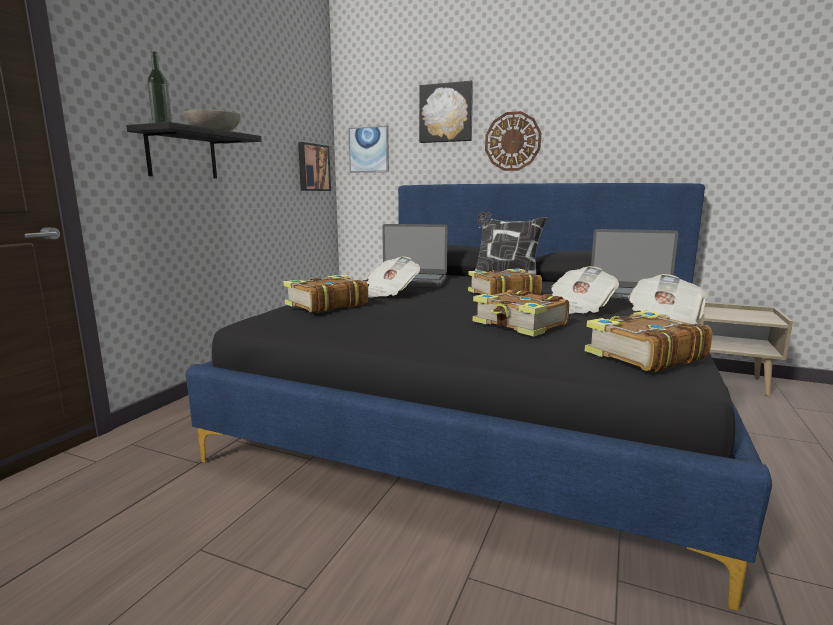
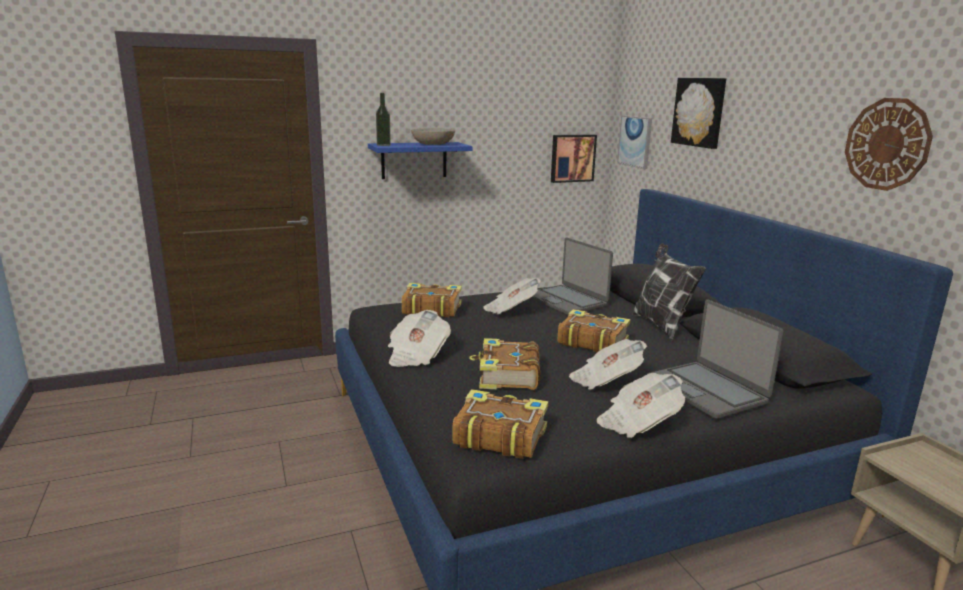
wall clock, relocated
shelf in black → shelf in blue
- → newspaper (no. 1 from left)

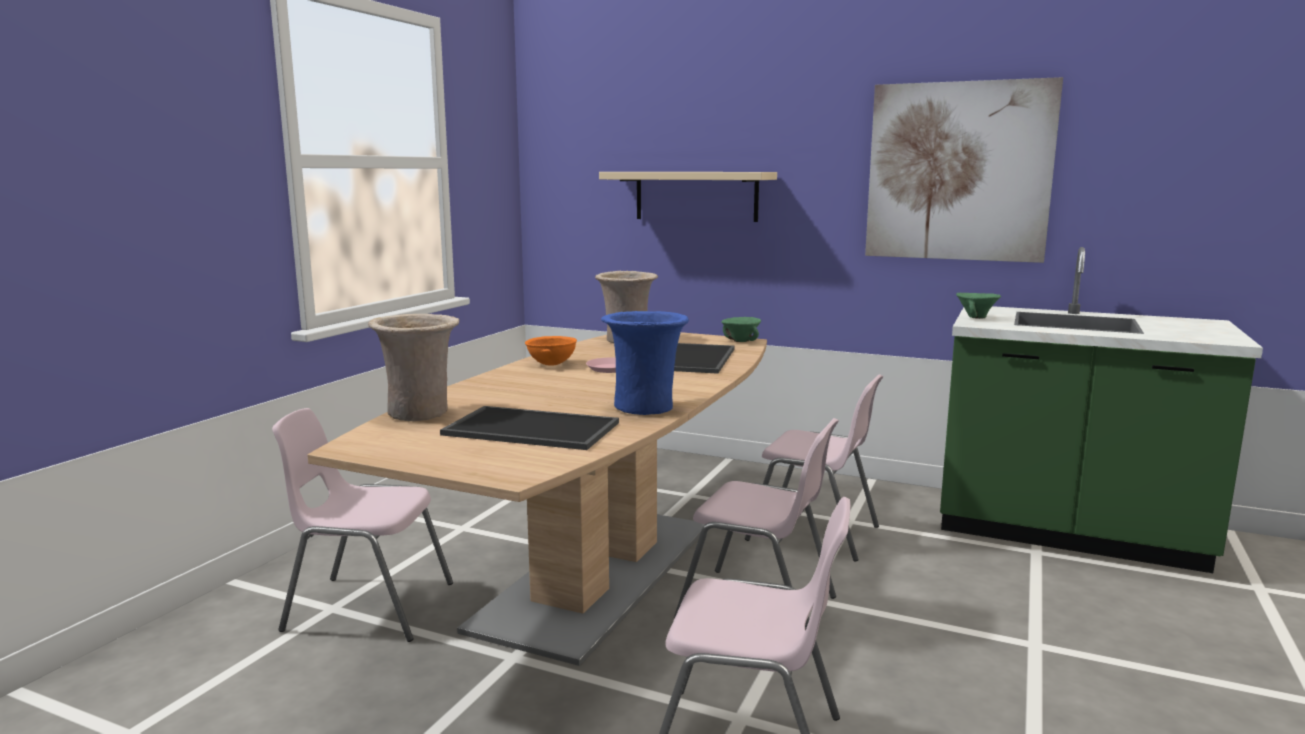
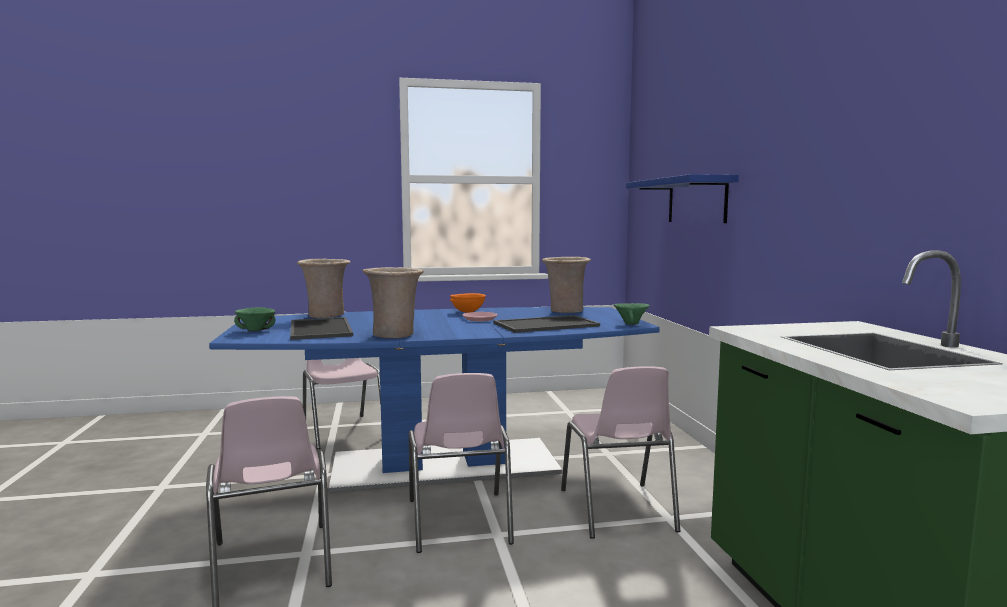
picture → -
shelf in beige → shelf in blue
bowl in green (no. 2 from left in the first image) → bowl in green (no. 1 from left), relocated
vase in blue → vase in beige (no. 2 from left)
dining table in brown → dining table in blue

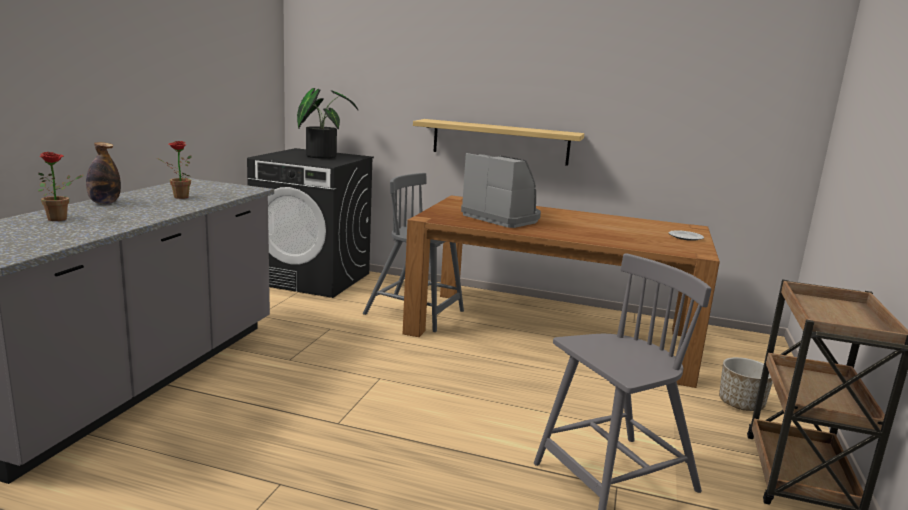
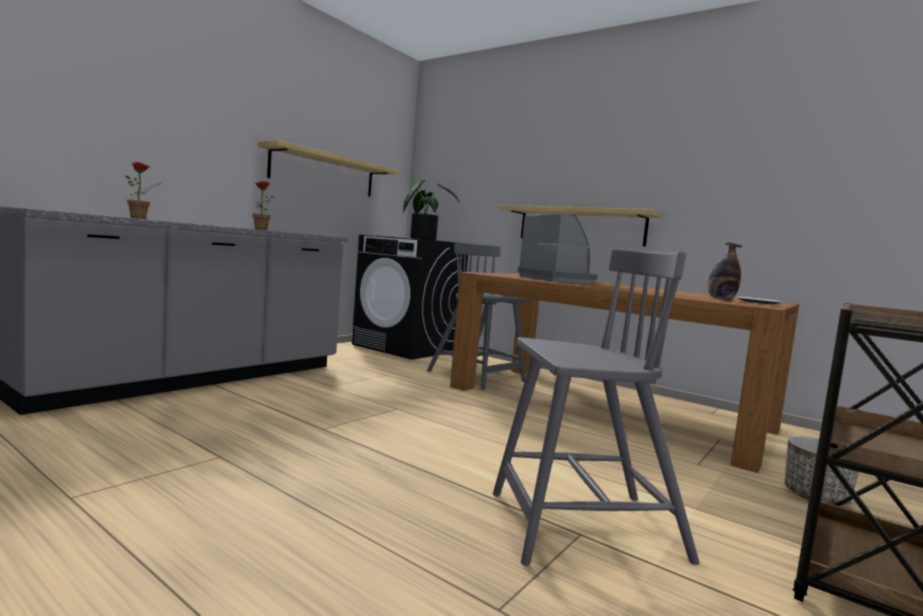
bottle, relocated
- → shelf (no. 1 from left)

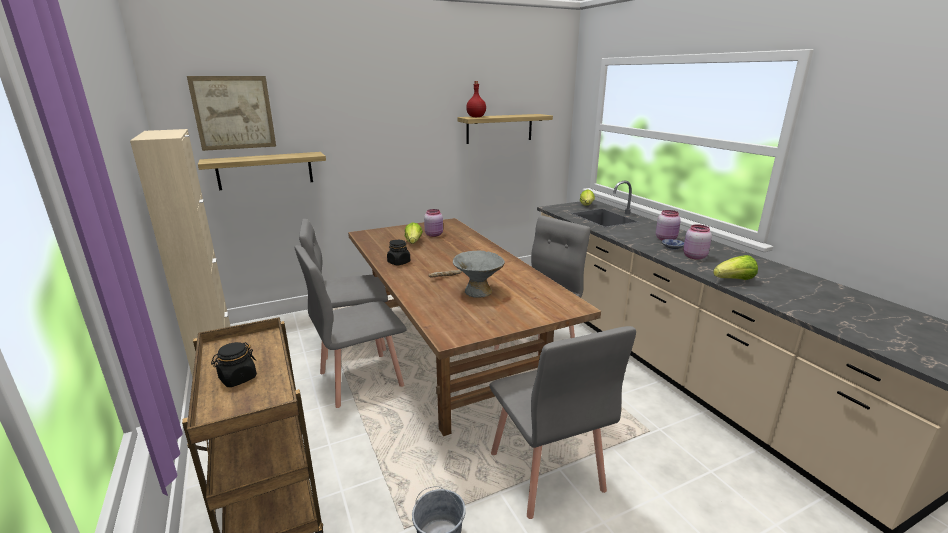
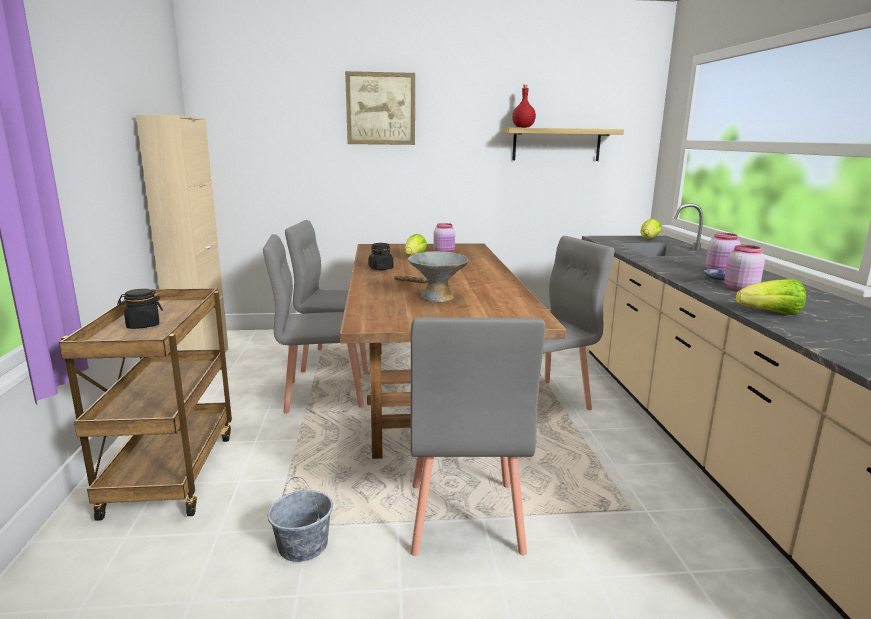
picture, relocated
shelf (no. 1 from left) → -

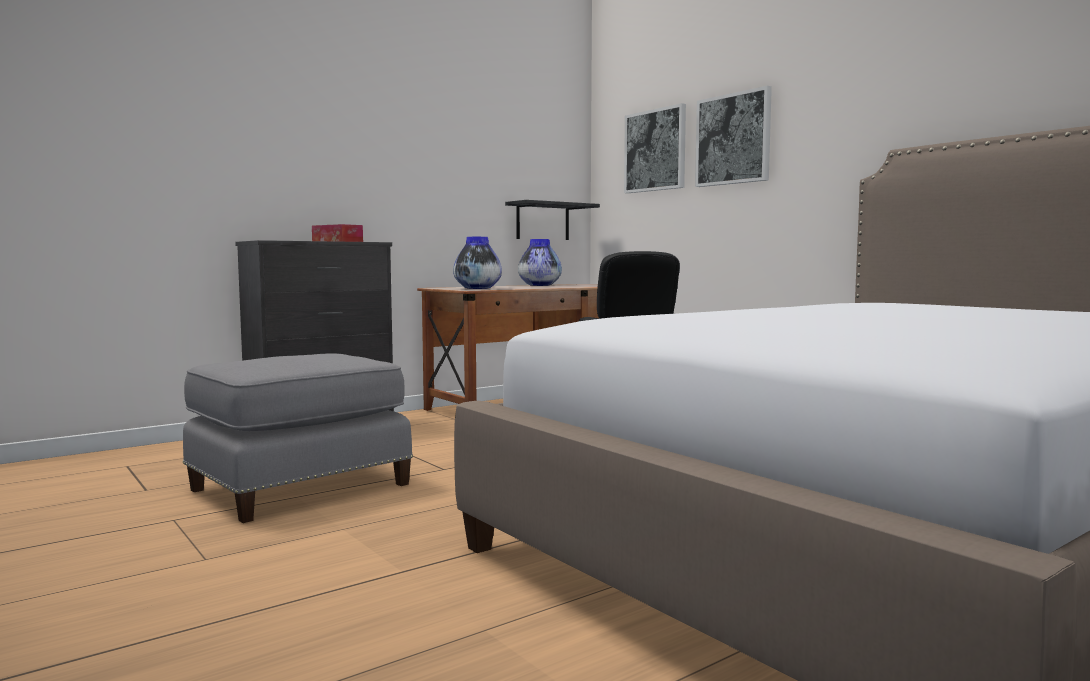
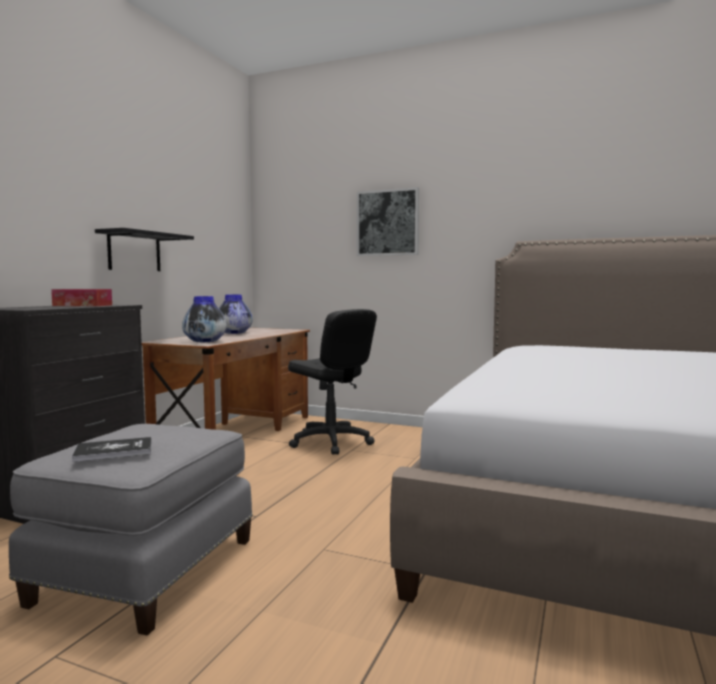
picture (no. 1 from left) → -
shelf in black, relocated
- → book

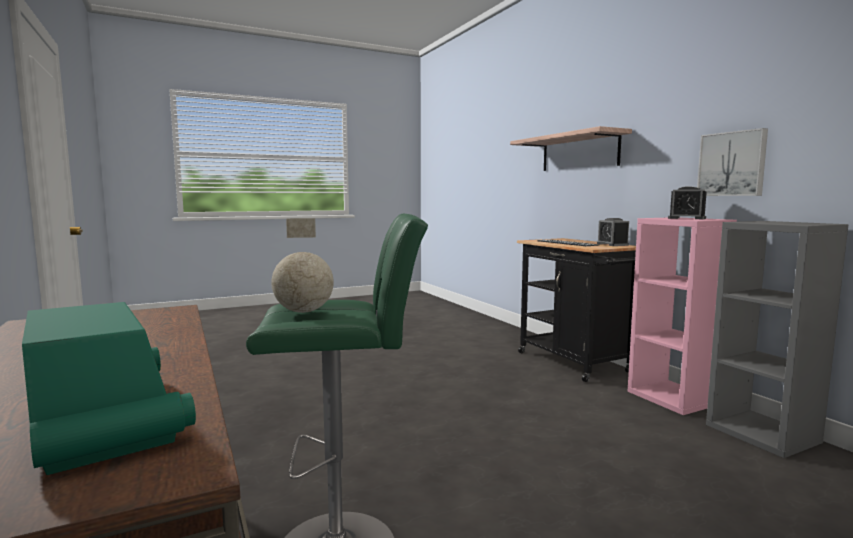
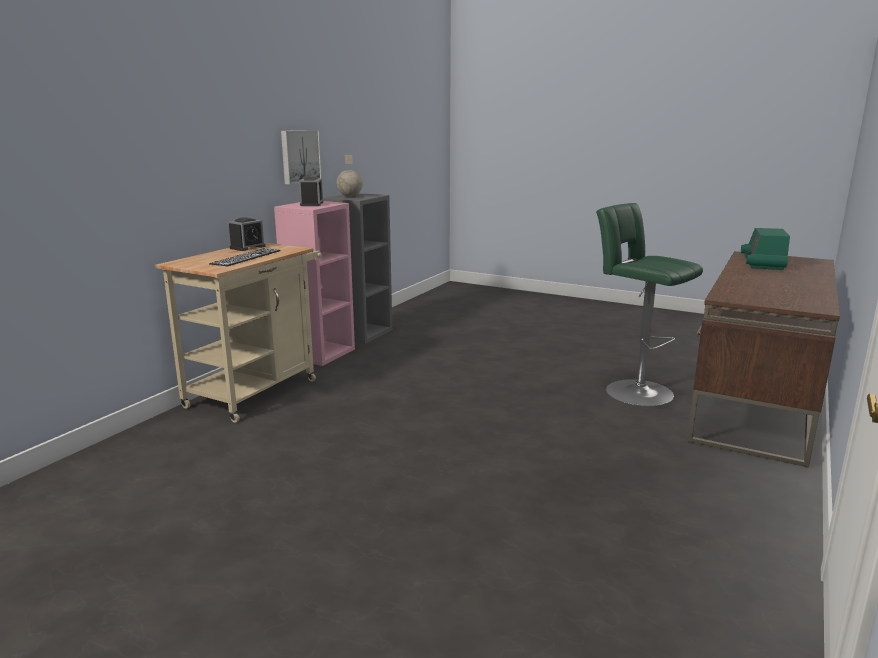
shelf → -
globe, relocated
cart in black → cart in beige

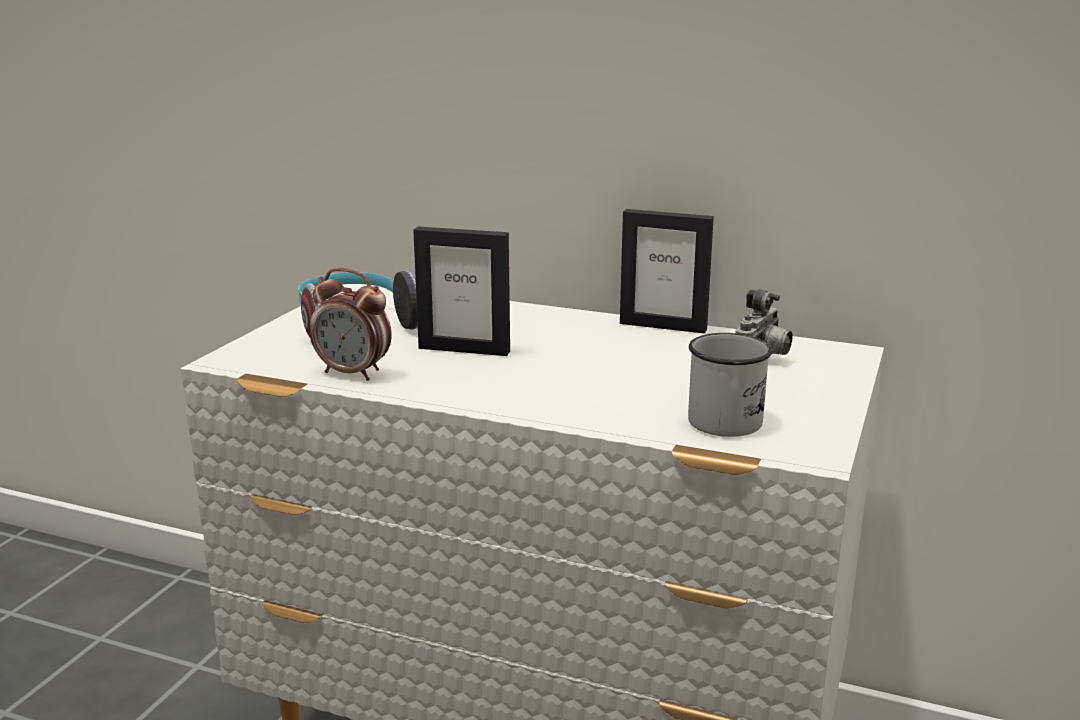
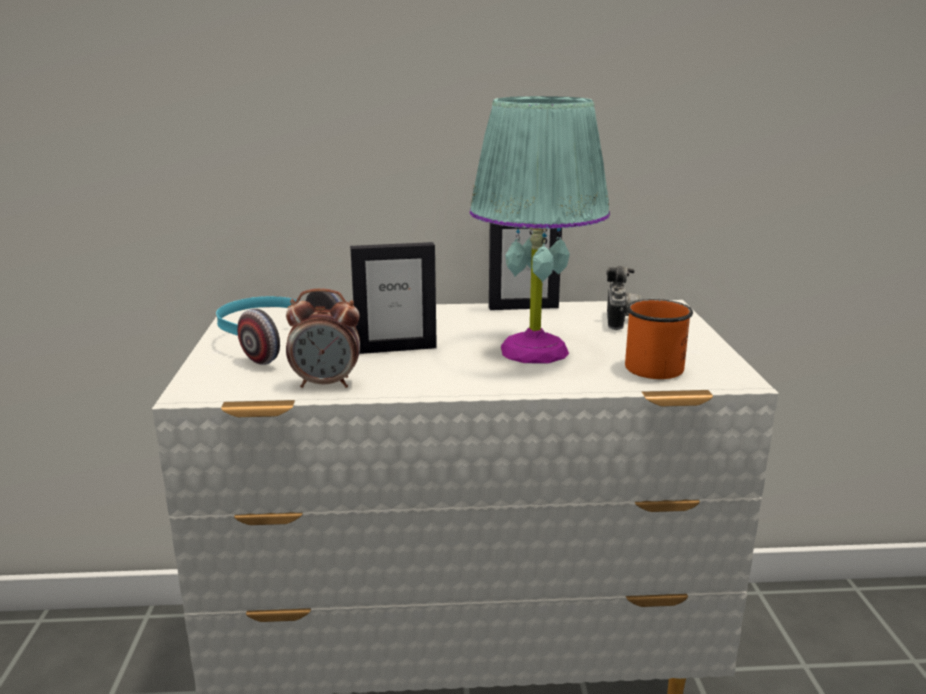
mug in white → mug in orange
- → table lamp in turquoise

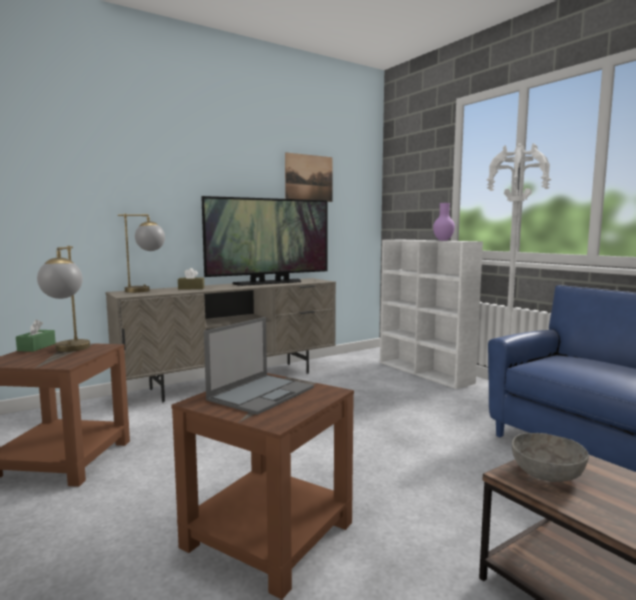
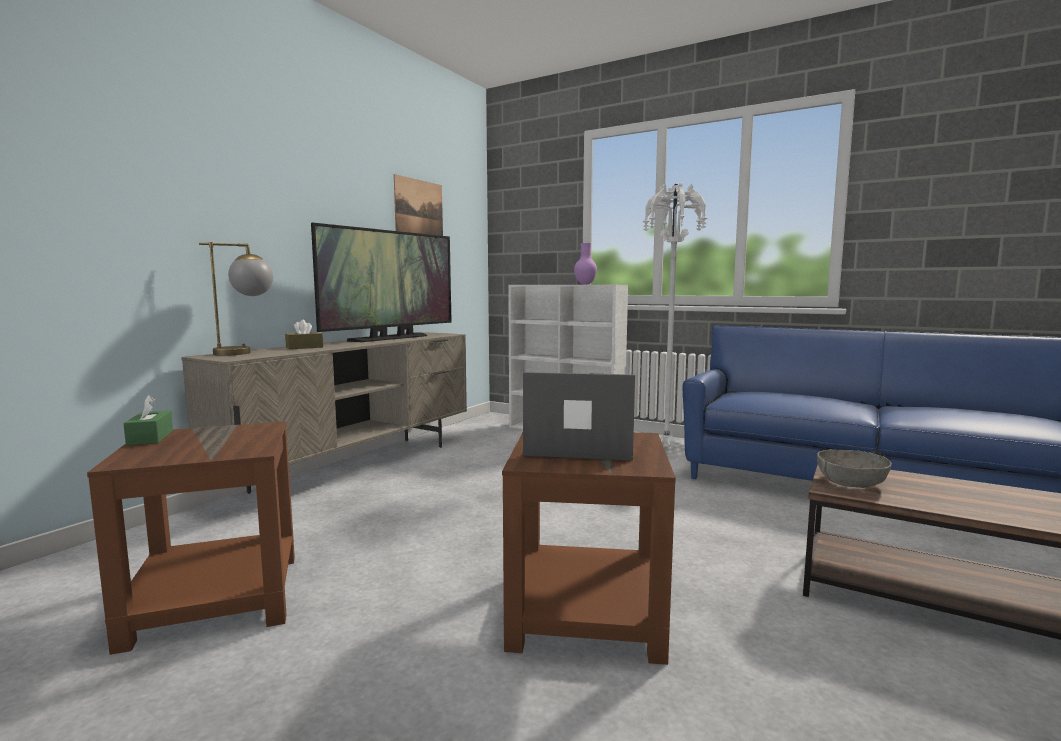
table lamp (no. 1 from left) → -
laptop, 90 degrees counterclockwise

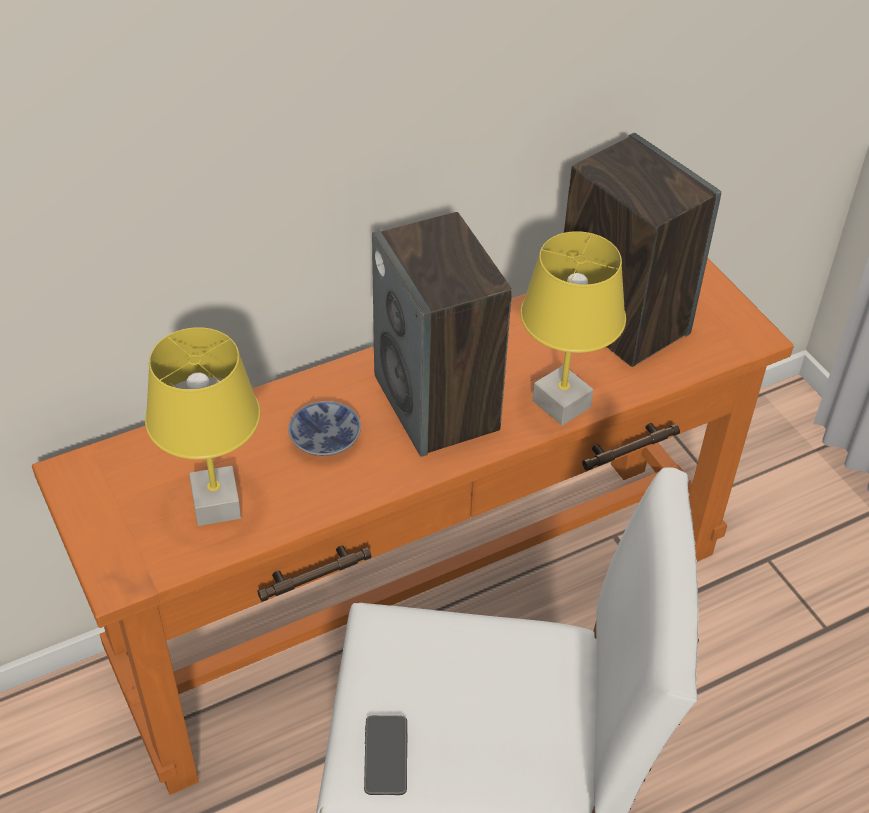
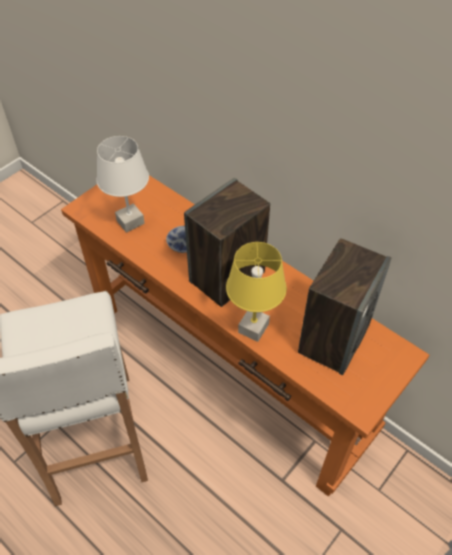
table lamp in yellow (no. 1 from left) → table lamp in white
phone → -

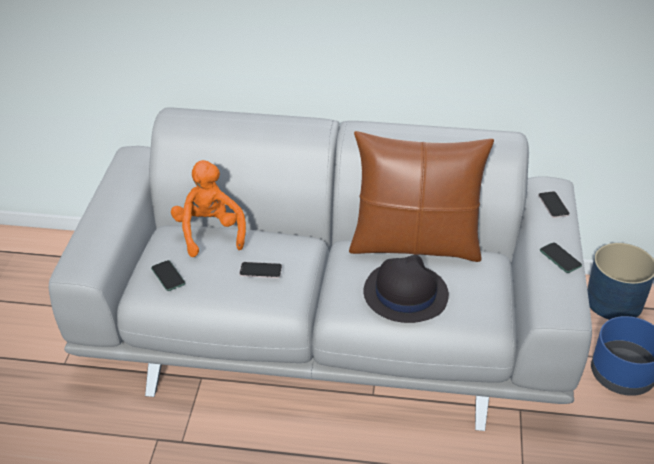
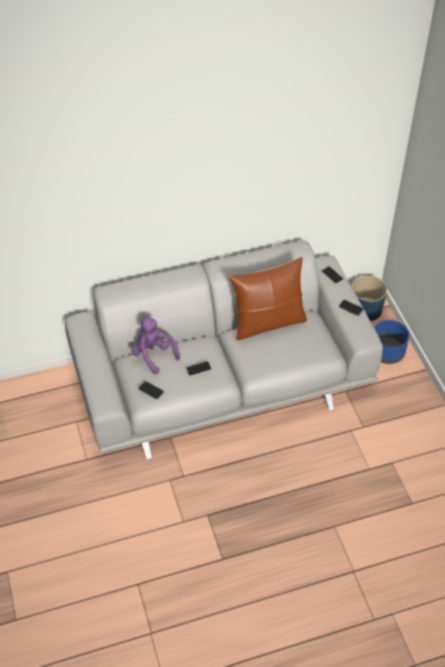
plush toy in orange → plush toy in purple
hat in black → -

